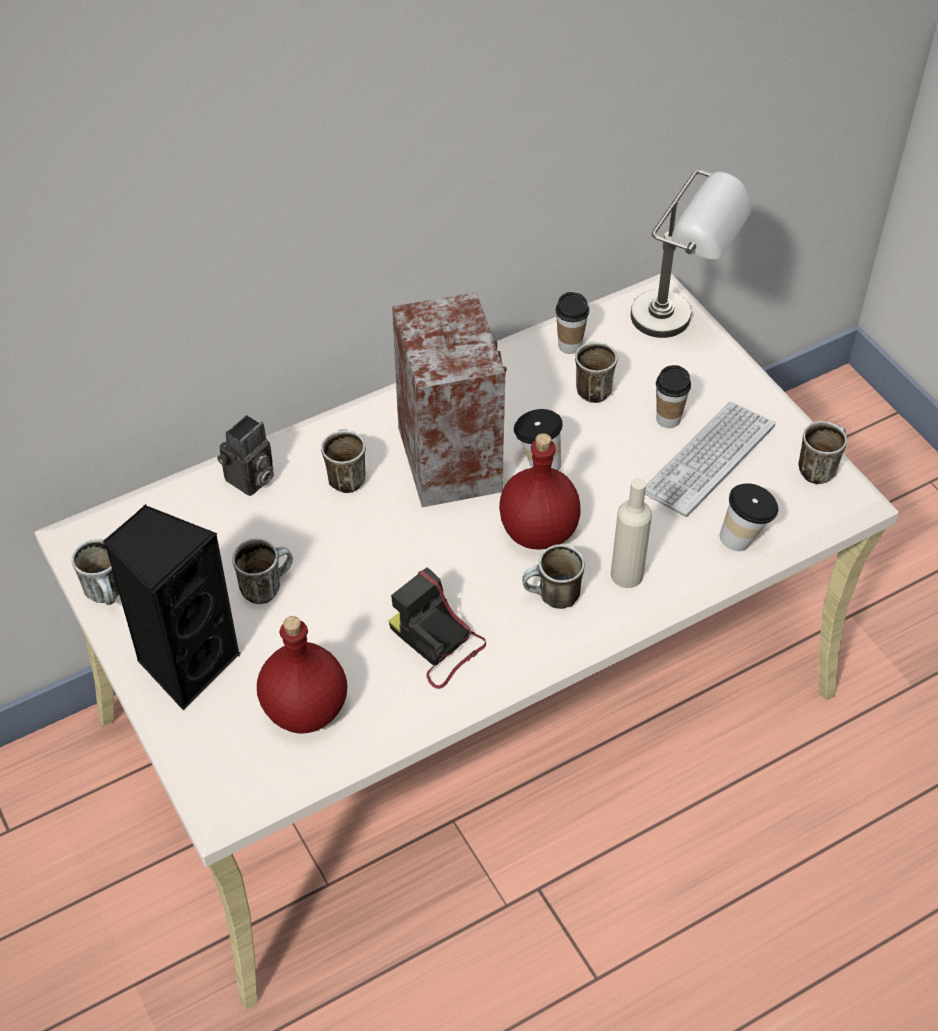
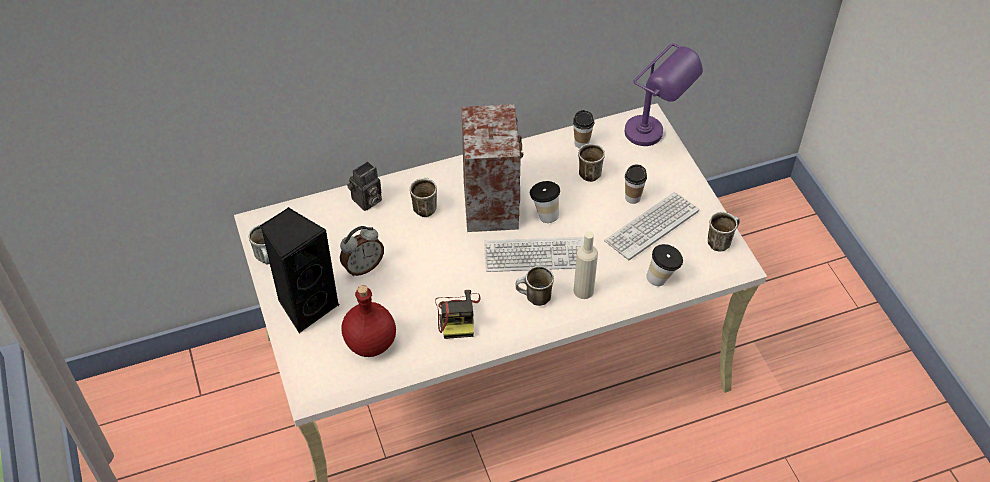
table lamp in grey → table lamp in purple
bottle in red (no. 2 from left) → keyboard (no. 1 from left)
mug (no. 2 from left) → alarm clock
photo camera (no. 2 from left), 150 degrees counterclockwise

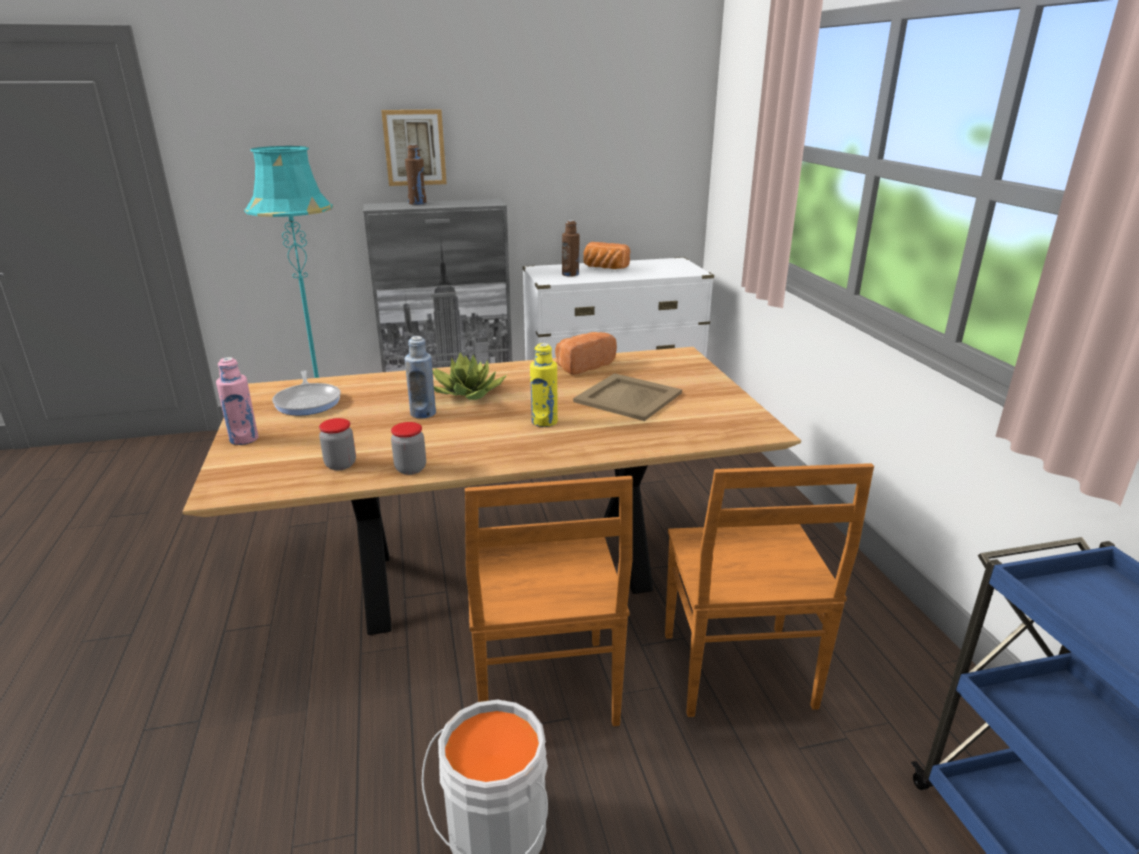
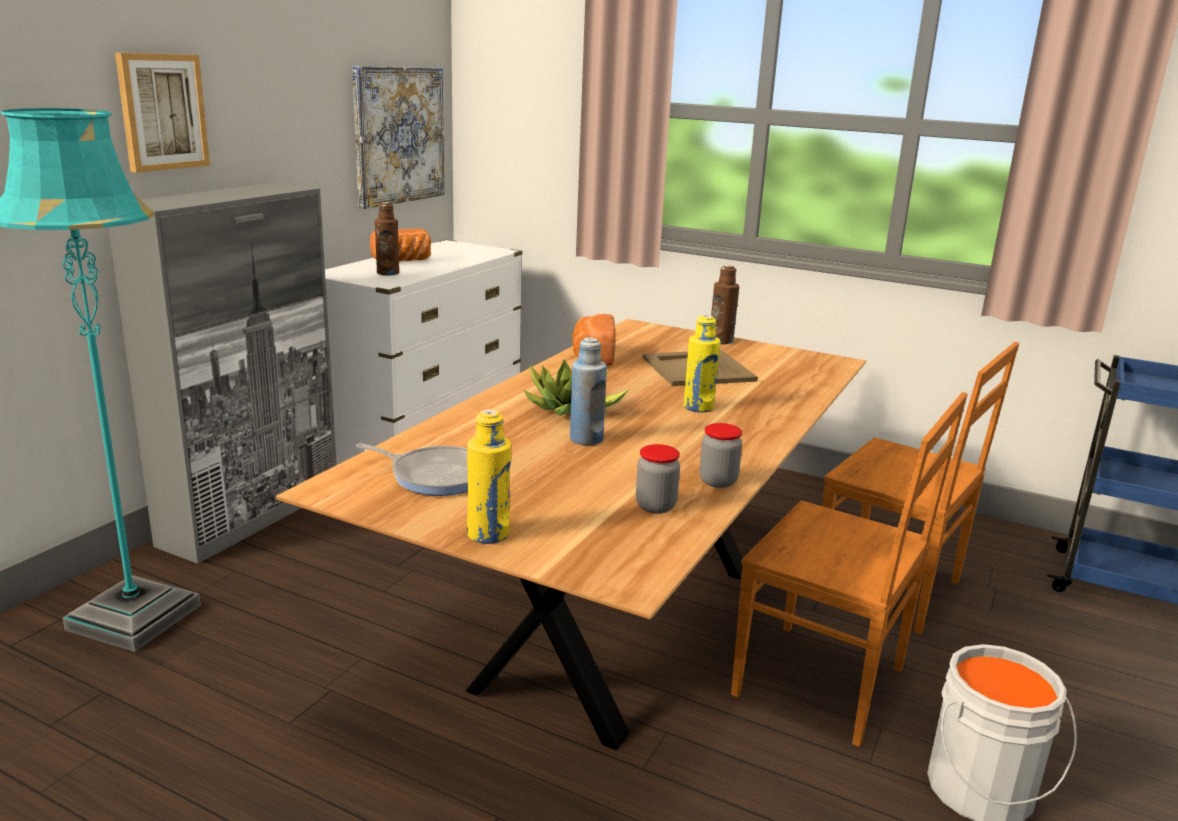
bottle in brown (no. 1 from left in the first image) → bottle in brown (no. 2 from left), relocated
bottle in pink → bottle in yellow (no. 1 from left)
- → picture (no. 2 from left)

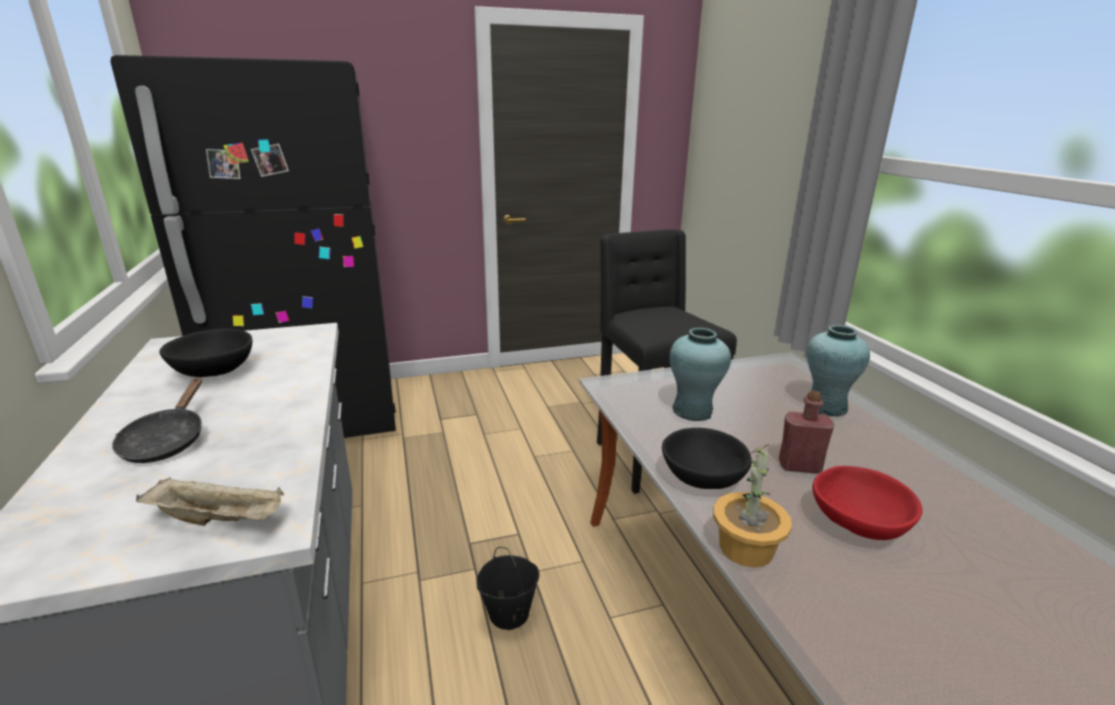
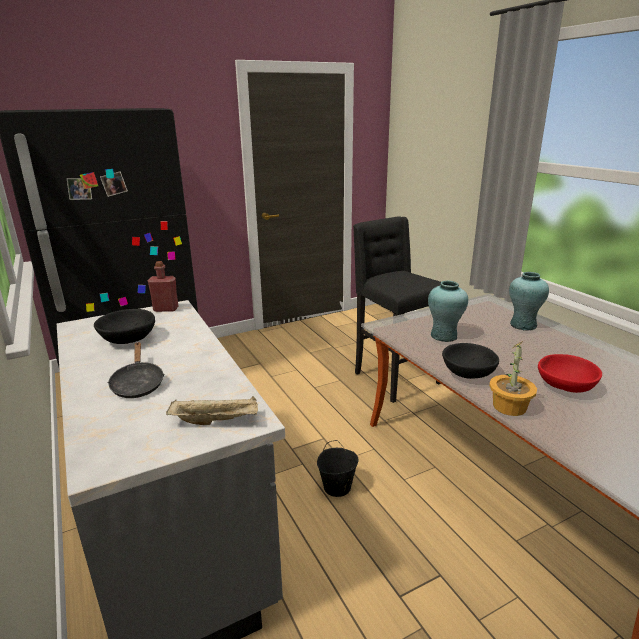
bottle in red, relocated

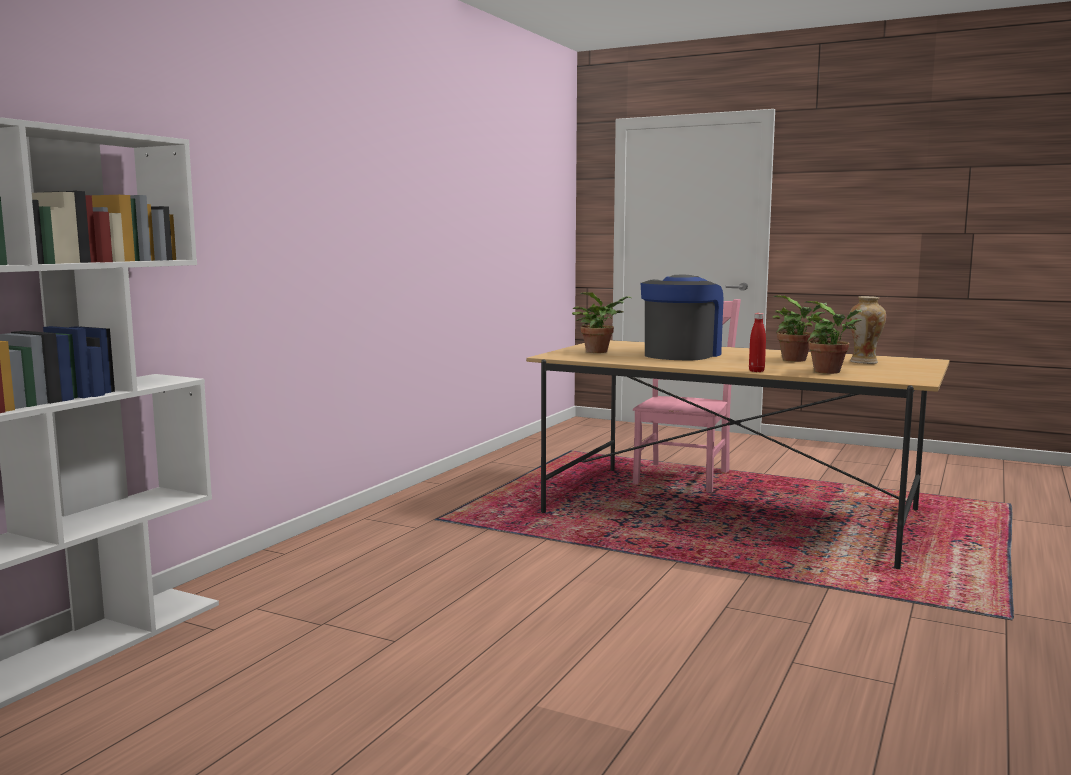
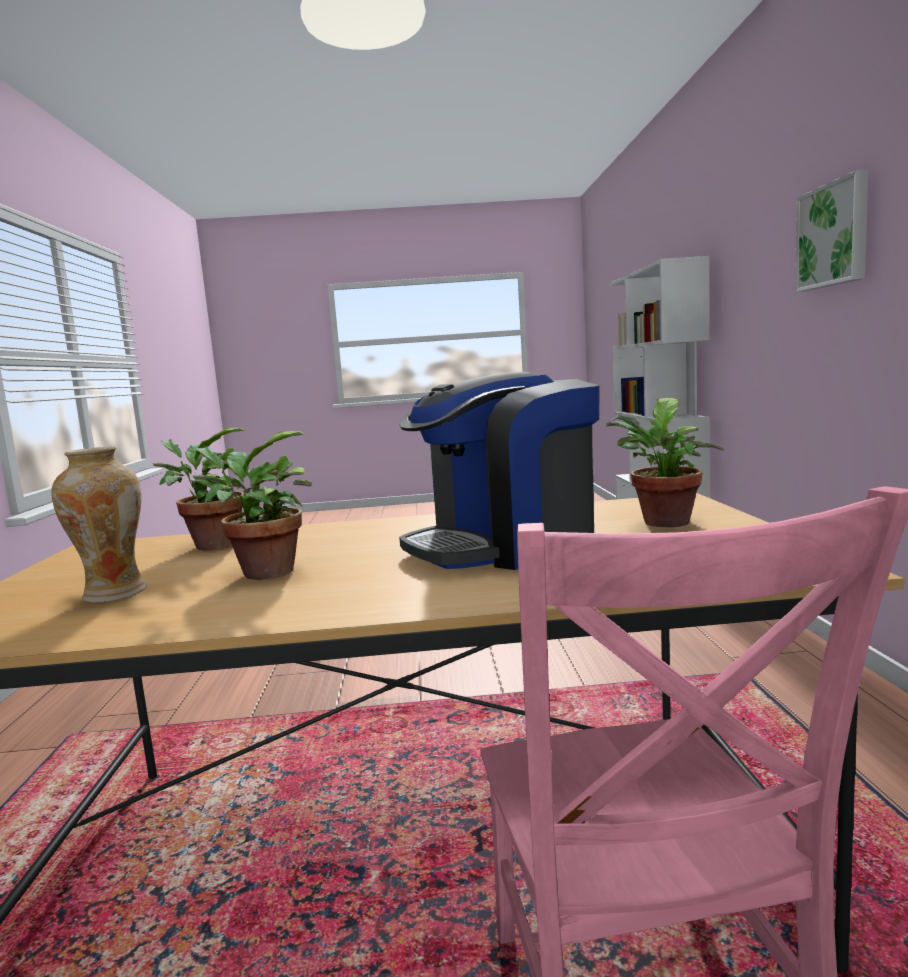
coffee machine, 60 degrees clockwise
bottle in red → -
- → picture

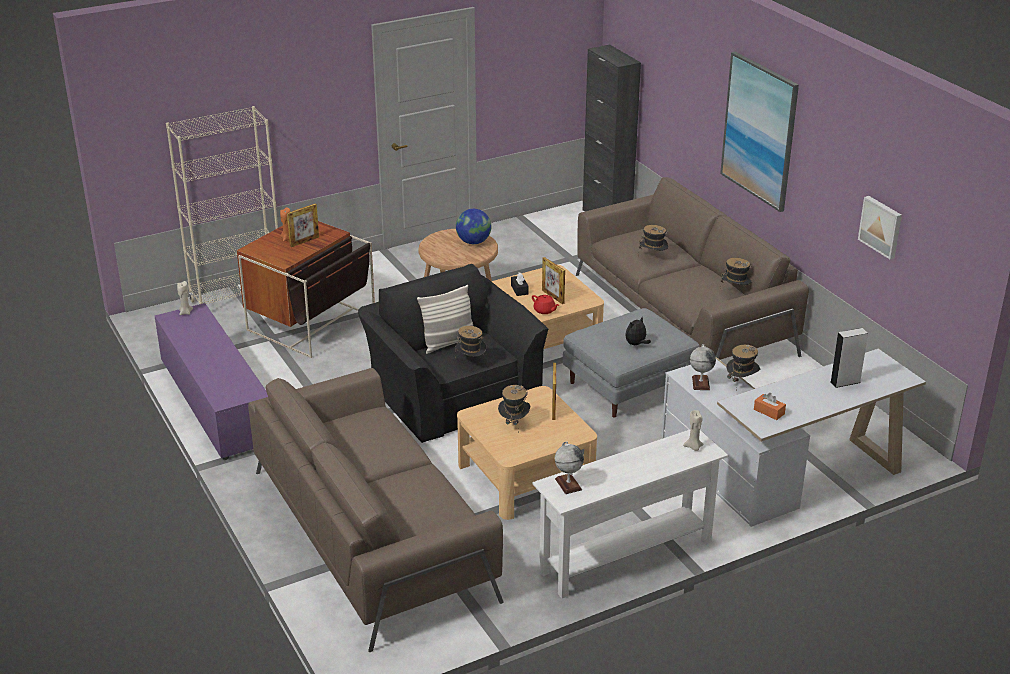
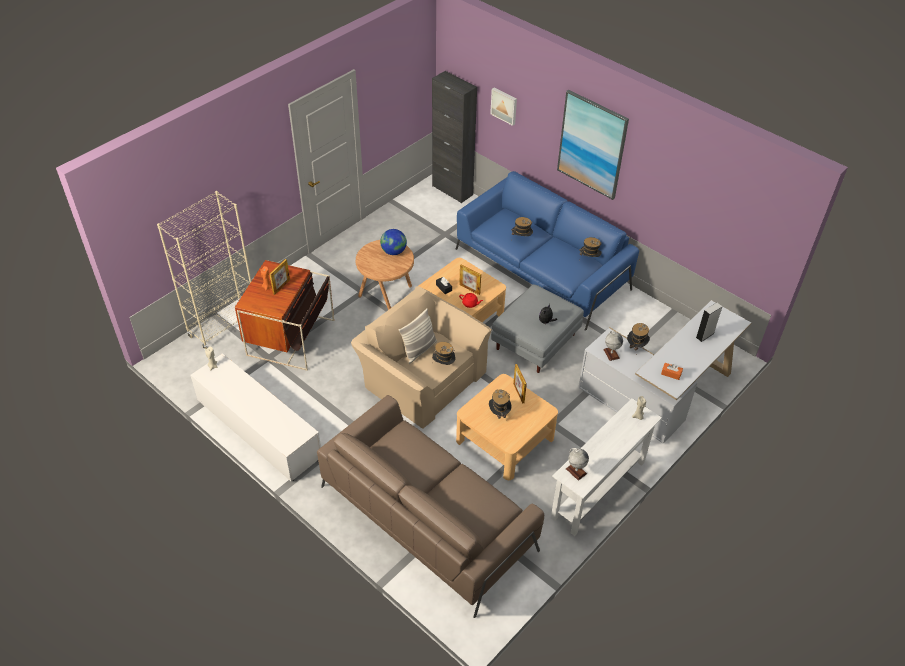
sofa in brown (no. 2 from left) → sofa in blue
picture (no. 2 from left in the first image) → picture (no. 1 from left), relocated
armchair in black → armchair in beige
tv stand in purple → tv stand in white

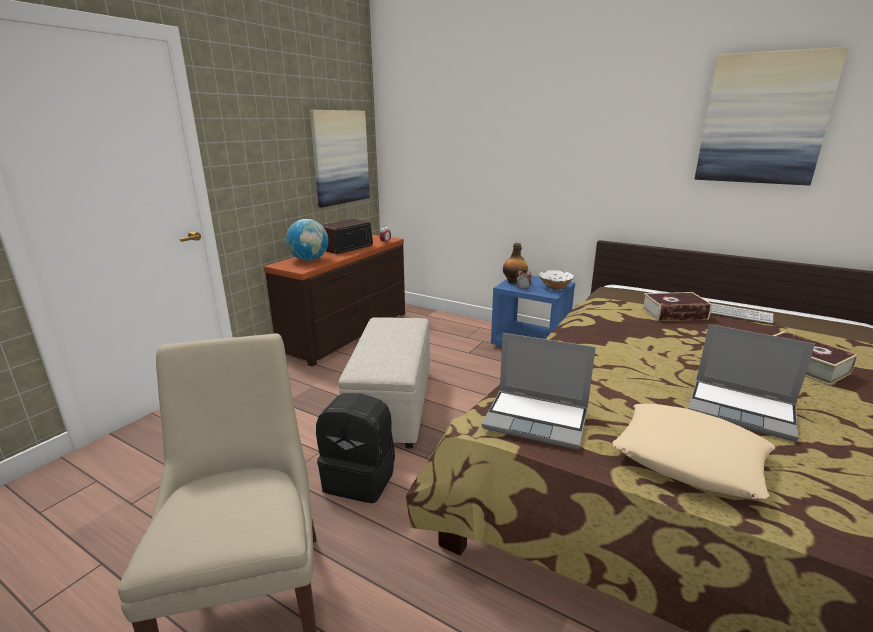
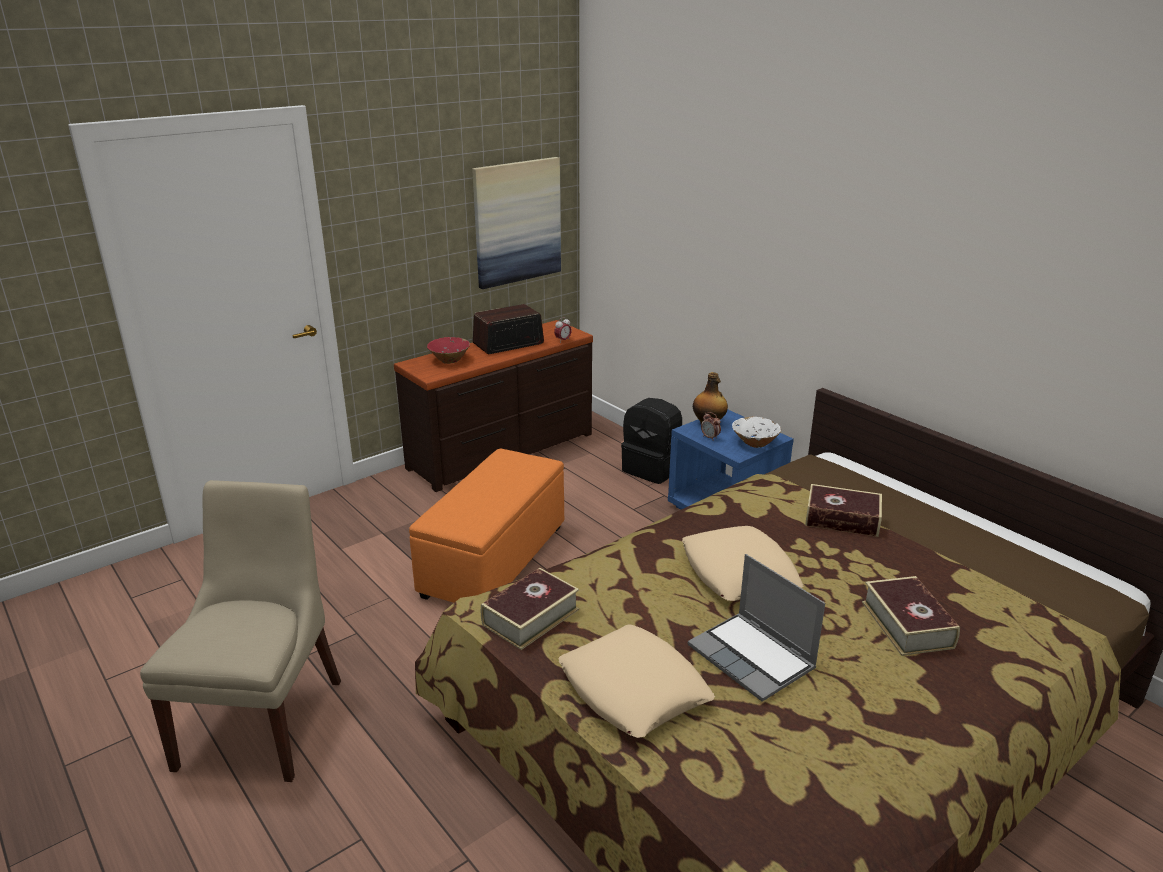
picture (no. 2 from left) → -
globe → bowl in red
keyboard → -
ottoman in beige → ottoman in orange
laptop (no. 1 from left) → book (no. 1 from left)
backpack in black, relocated
- → pillow in beige (no. 2 from left)

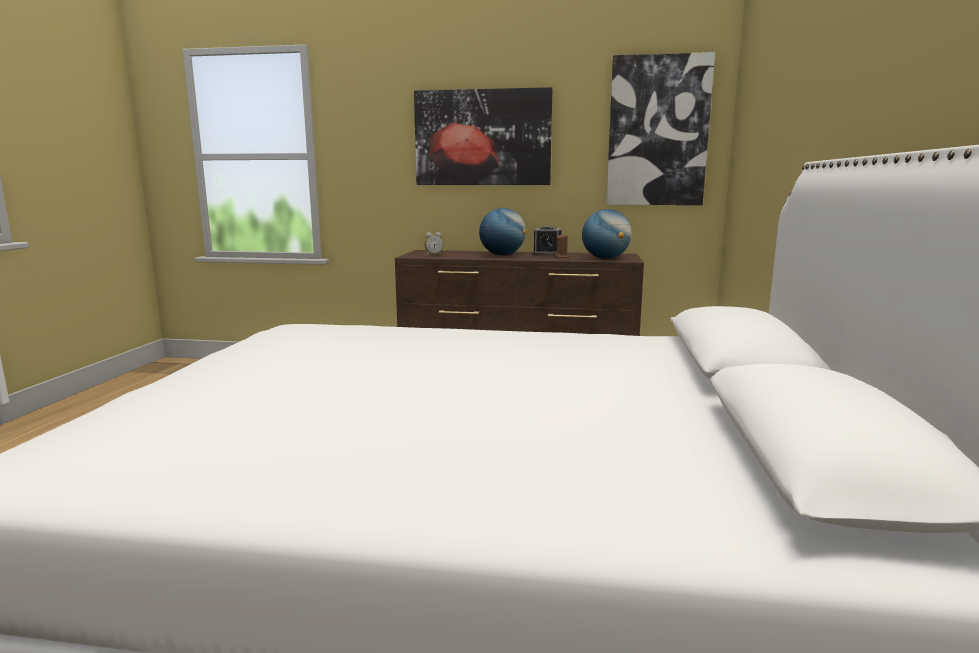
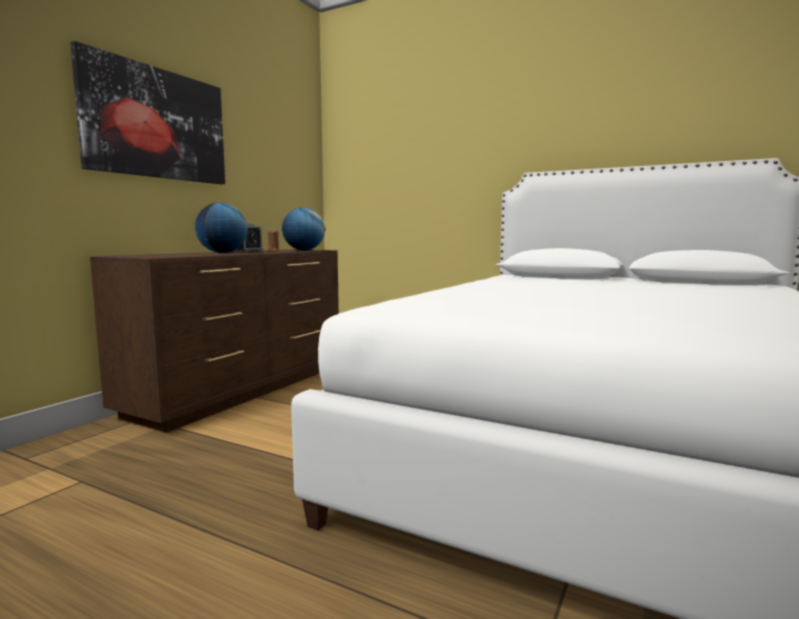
picture (no. 2 from left) → -
alarm clock (no. 1 from left) → -

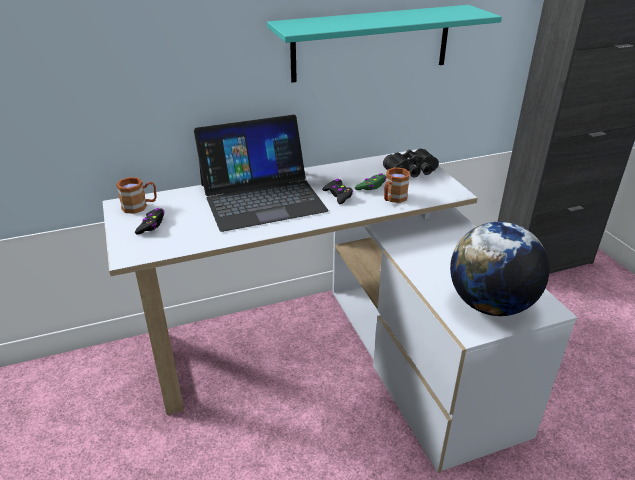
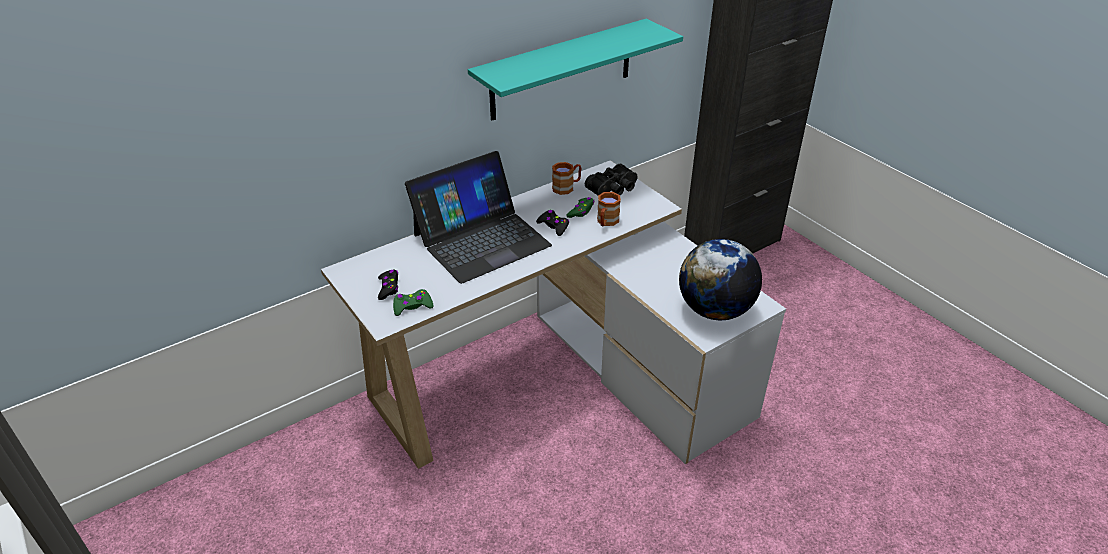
mug in brown (no. 1 from left), relocated
- → game controller in green (no. 1 from left)

